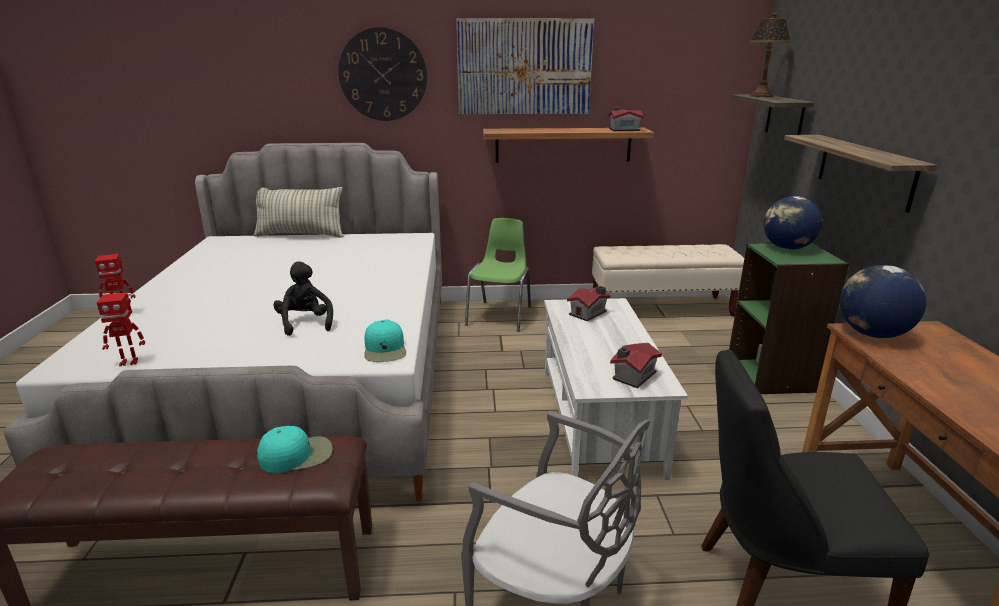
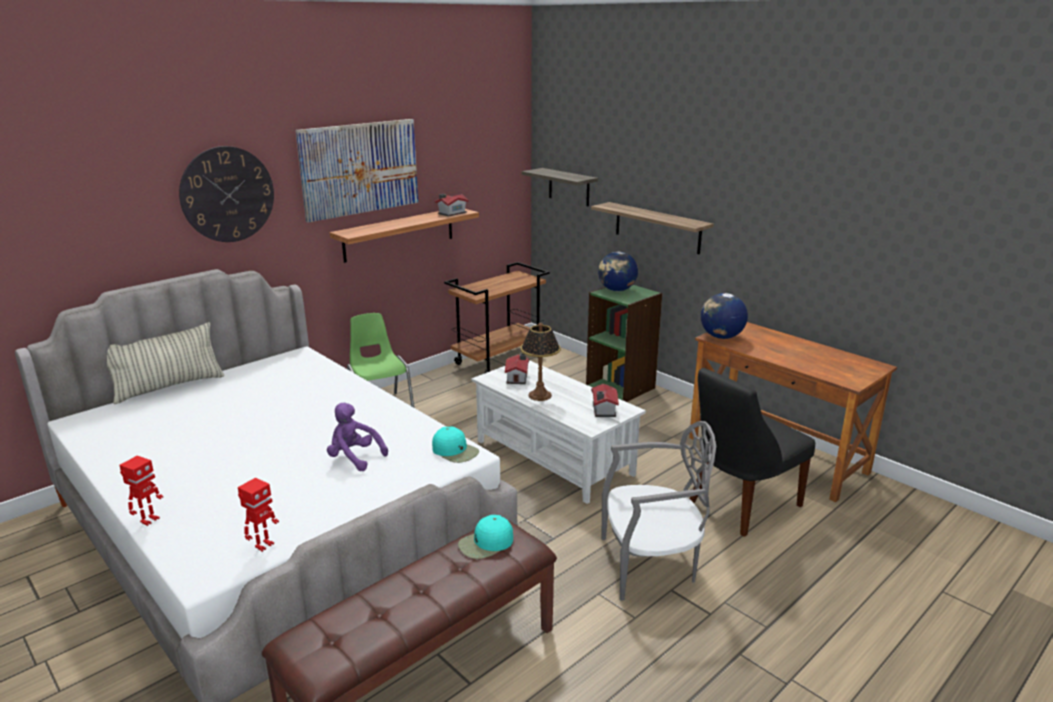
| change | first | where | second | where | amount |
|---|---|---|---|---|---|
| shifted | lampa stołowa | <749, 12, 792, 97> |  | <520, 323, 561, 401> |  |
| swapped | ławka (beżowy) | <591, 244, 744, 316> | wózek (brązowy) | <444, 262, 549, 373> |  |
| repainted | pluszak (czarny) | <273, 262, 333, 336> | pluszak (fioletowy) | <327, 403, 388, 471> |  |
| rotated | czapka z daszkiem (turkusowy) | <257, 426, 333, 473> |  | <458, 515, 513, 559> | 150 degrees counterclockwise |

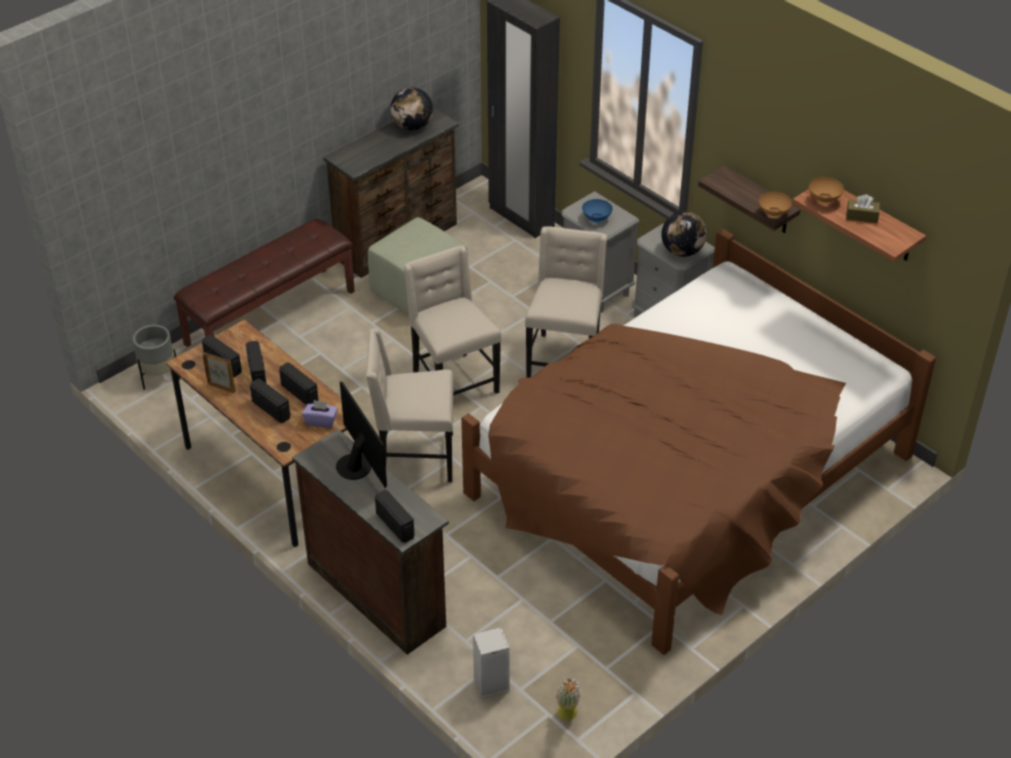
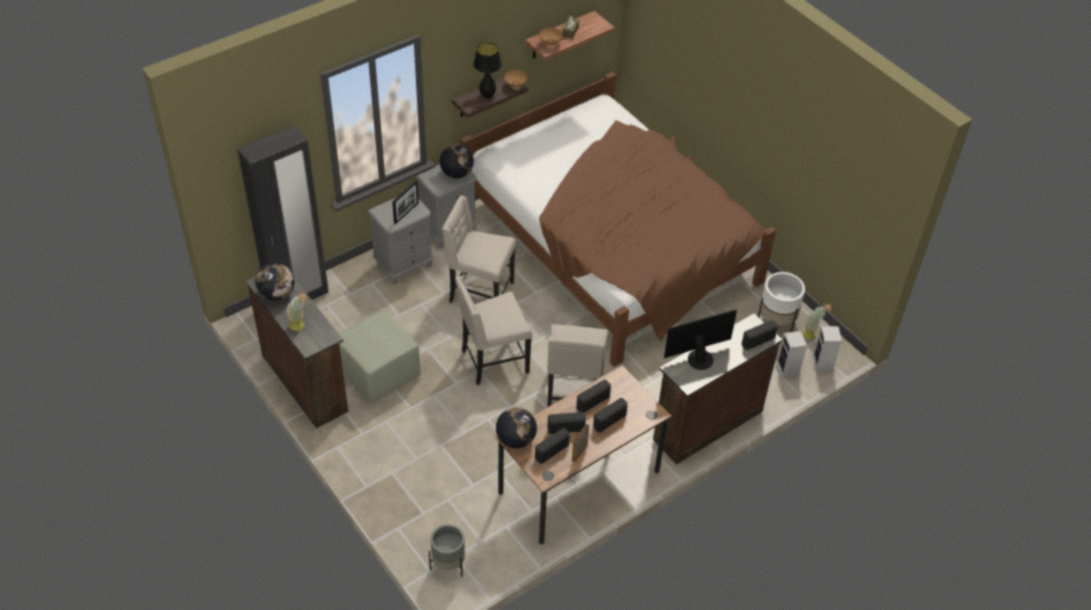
| change | first | where | second | where | amount |
|---|---|---|---|---|---|
| gone | ławka (brązowy) | <174, 219, 355, 347> |  |  |  |
| gone | pudełko chusteczek (fioletowy) | <302, 400, 338, 428> |  |  |  |
| new |  |  | roślina doniczkowa | <286, 292, 308, 331> |  |
| new |  |  | lampa stołowa (czarny) | <474, 43, 502, 98> |  |
| new |  |  | globus | <496, 407, 537, 449> |  |
| new |  |  | donica (biały) | <758, 272, 805, 332> |  |
| new |  |  | głośnik | <812, 326, 842, 371> |  |
| swapped | miska (niebieski) | <582, 199, 613, 223> | ramka na zdjęcie | <392, 180, 419, 224> |  |

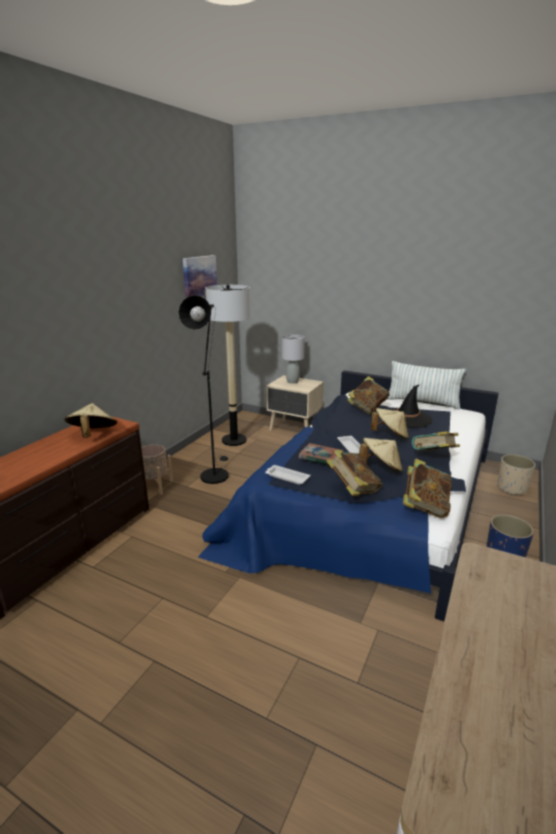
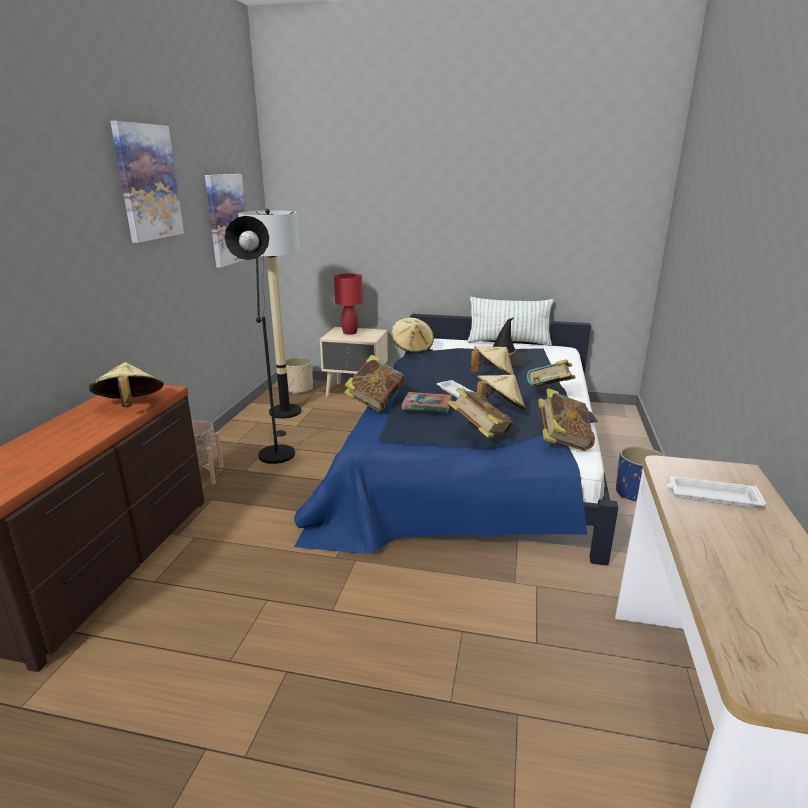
| change | first | where | second | where | amount |
|---|---|---|---|---|---|
| new |  |  | obraz | <110, 121, 184, 243> |  |
| new |  |  | kapelusz (beżowy) | <391, 318, 434, 353> |  |
| shifted | taca (biały) | <265, 465, 310, 485> |  | <667, 476, 767, 508> |  |
| shifted | książka | <347, 376, 389, 414> |  | <344, 355, 405, 412> |  |
| shifted | donica (beżowy) | <497, 454, 536, 496> |  | <286, 357, 313, 394> |  |
| repainted | lampa stołowa (szary) | <282, 334, 305, 384> | lampa stołowa (czerwony) | <334, 273, 363, 335> |  |

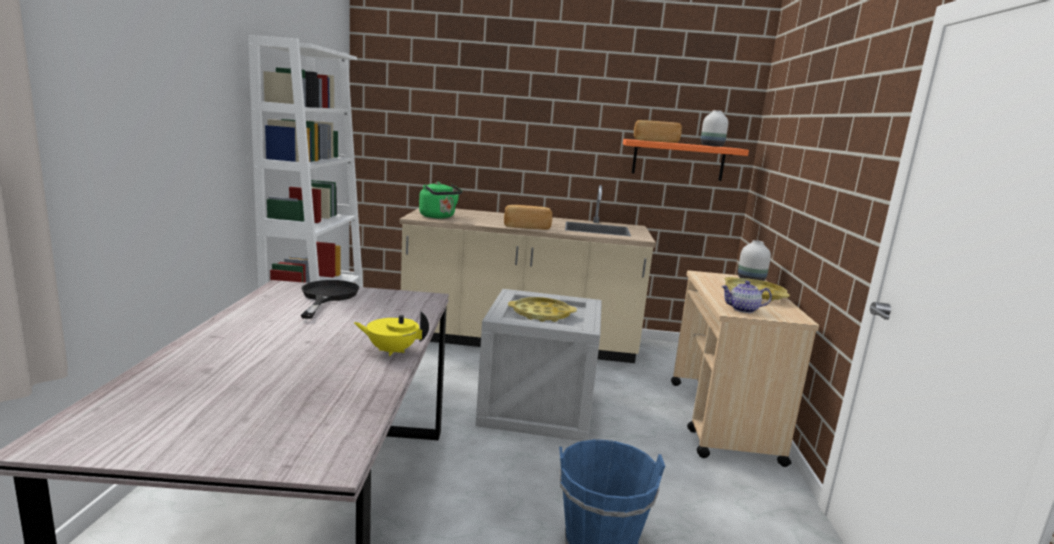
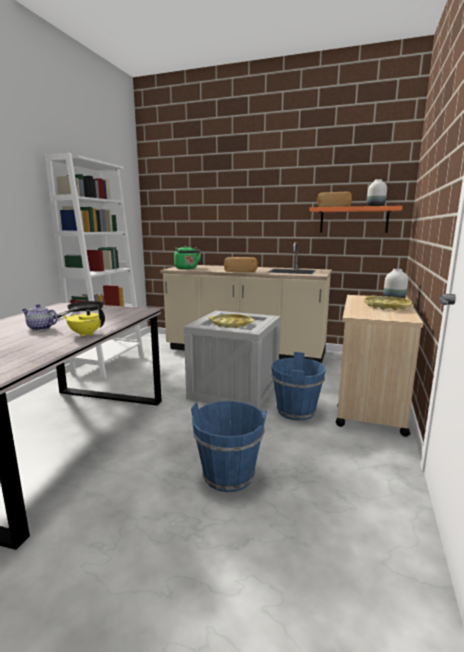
| change | first | where | second | where | amount |
|---|---|---|---|---|---|
| new |  |  | wiadro (niebieski) | <271, 352, 326, 421> |  |
| shifted | imbryk | <721, 281, 772, 313> |  | <21, 304, 58, 331> |  |

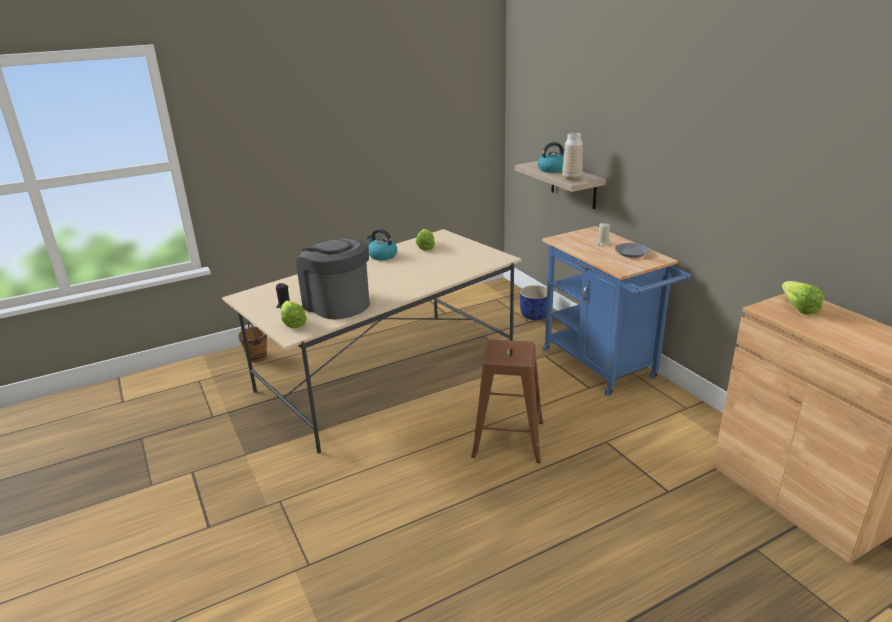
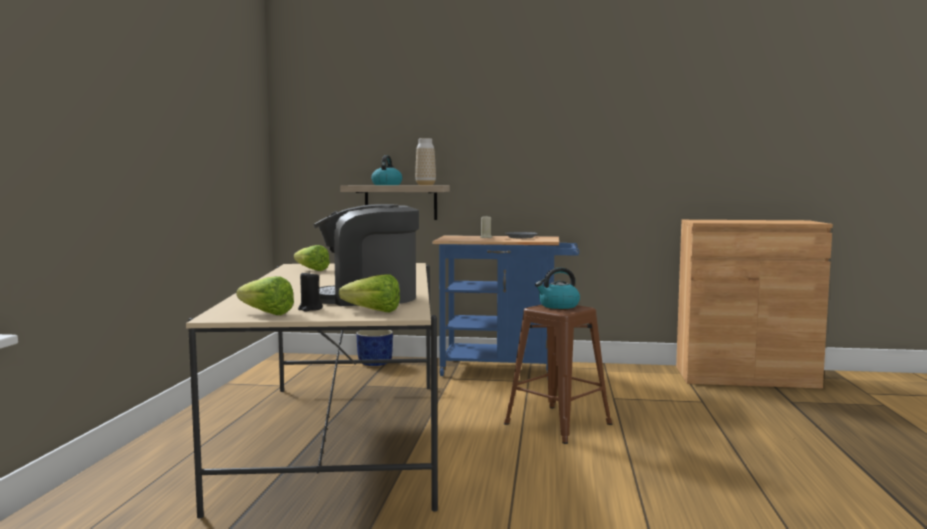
| change | first | where | second | where | amount |
|---|---|---|---|---|---|
| gone | wiadro (brązowy) | <238, 321, 267, 362> |  |  |  |
| shifted | czajnik | <366, 229, 397, 260> |  | <535, 267, 580, 309> |  |
| shifted | sałata | <782, 281, 824, 315> |  | <236, 276, 294, 315> |  |

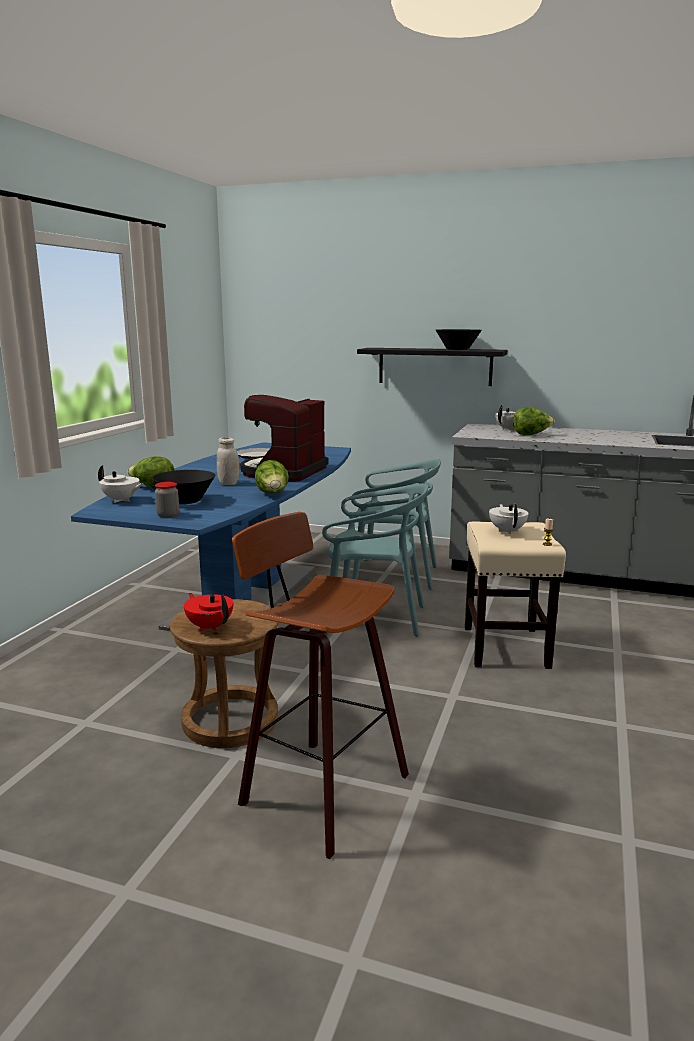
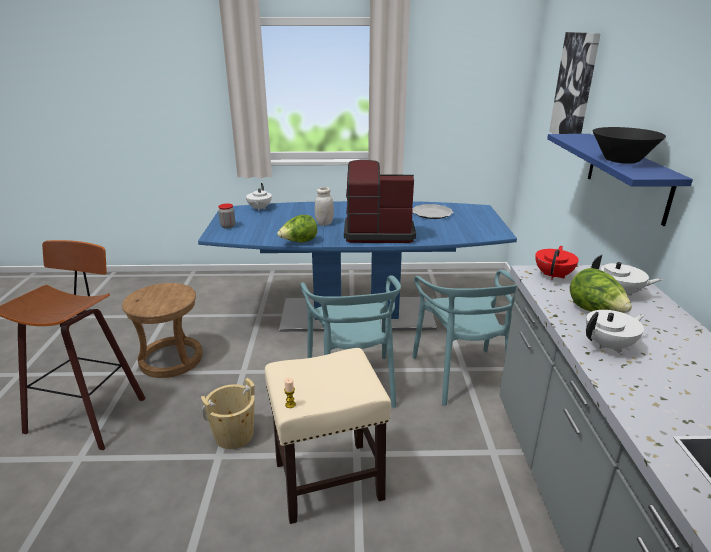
| change | first | where | second | where | amount |
|---|---|---|---|---|---|
| gone | sałata | <128, 456, 175, 489> |  |  |  |
| gone | miska (czarny) | <152, 470, 215, 504> |  |  |  |
| new |  |  | wiadro (beżowy) | <201, 378, 255, 449> |  |
| new |  |  | obraz | <549, 32, 601, 134> |  |
| shifted | imbryk (czerwony) | <184, 593, 233, 631> |  | <535, 246, 579, 280> |  |
| shifted | imbryk (biały) | <489, 504, 529, 534> |  | <586, 310, 645, 353> |  |
| repainted | półka (czarny) | <357, 348, 507, 386> | półka (niebieski) | <547, 134, 693, 226> |  |

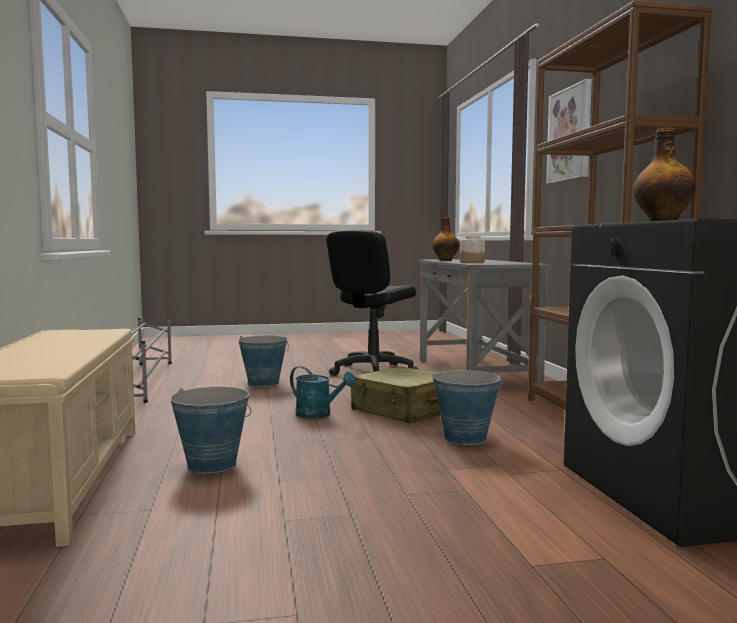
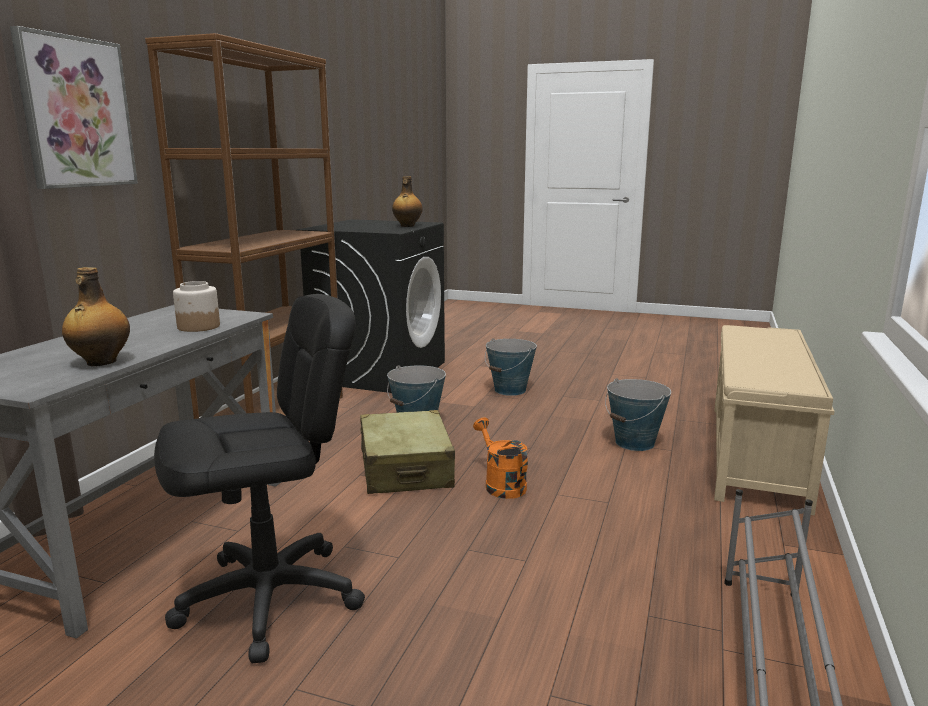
| change | first | where | second | where | amount |
|---|---|---|---|---|---|
| shifted | wiadro | <238, 335, 289, 387> |  | <485, 338, 537, 396> |  |
| repainted | konewka (turkusowy) | <290, 366, 356, 419> | konewka (pomarańczowy) | <473, 417, 528, 499> |  |

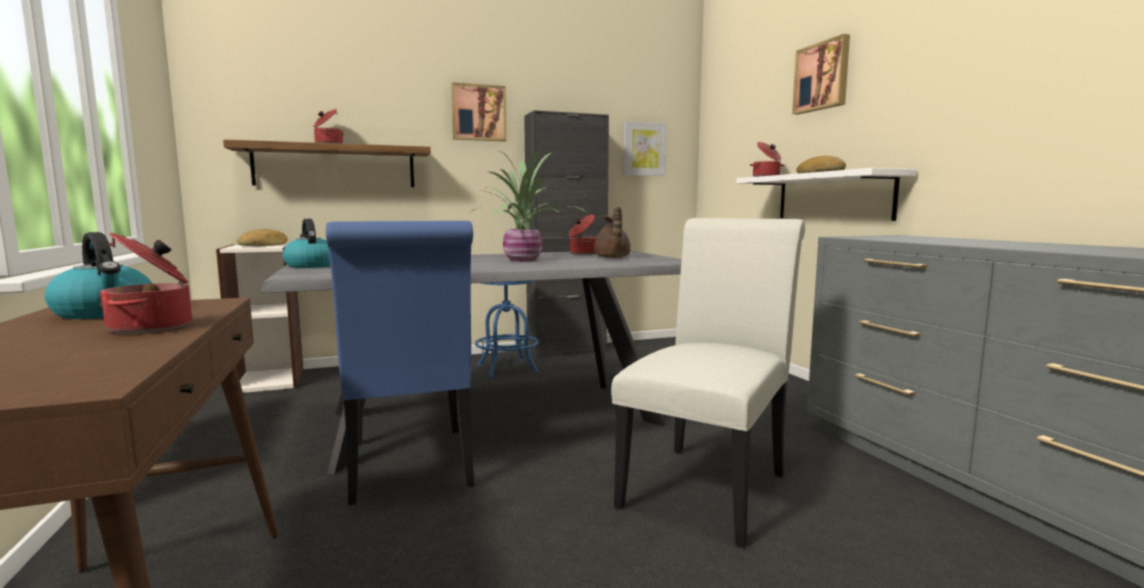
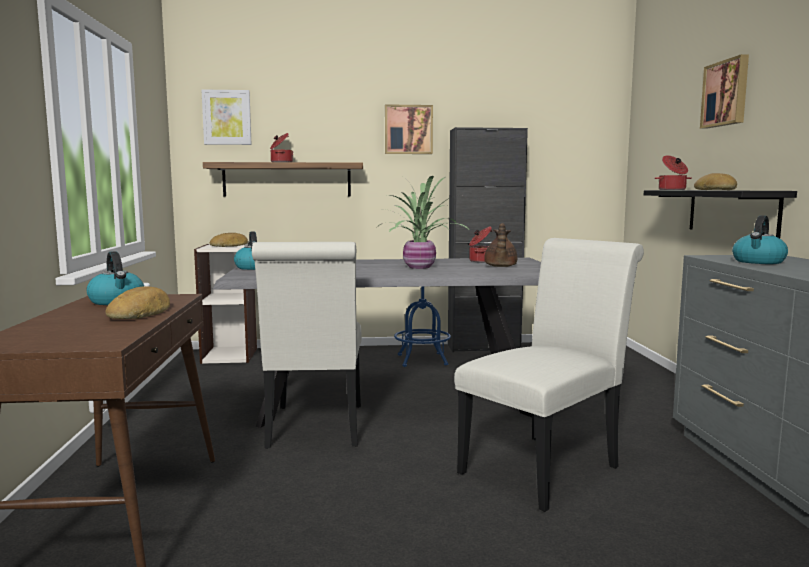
| change | first | where | second | where | amount |
|---|---|---|---|---|---|
| new |  |  | czajnik | <732, 215, 788, 264> |  |
| shifted | obraz | <624, 121, 666, 176> |  | <201, 90, 252, 145> |  |
| swapped | garnek | <99, 232, 192, 334> | chleb | <105, 286, 170, 319> |  |
| repainted | krzesło (niebieski) | <326, 221, 475, 505> | krzesło (biały) | <252, 242, 362, 449> |  |
| repainted | półka (biały) | <736, 168, 917, 221> | półka (czarny) | <644, 190, 797, 238> |  |

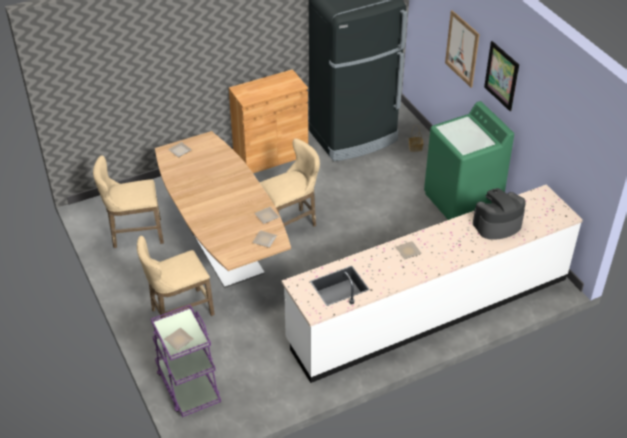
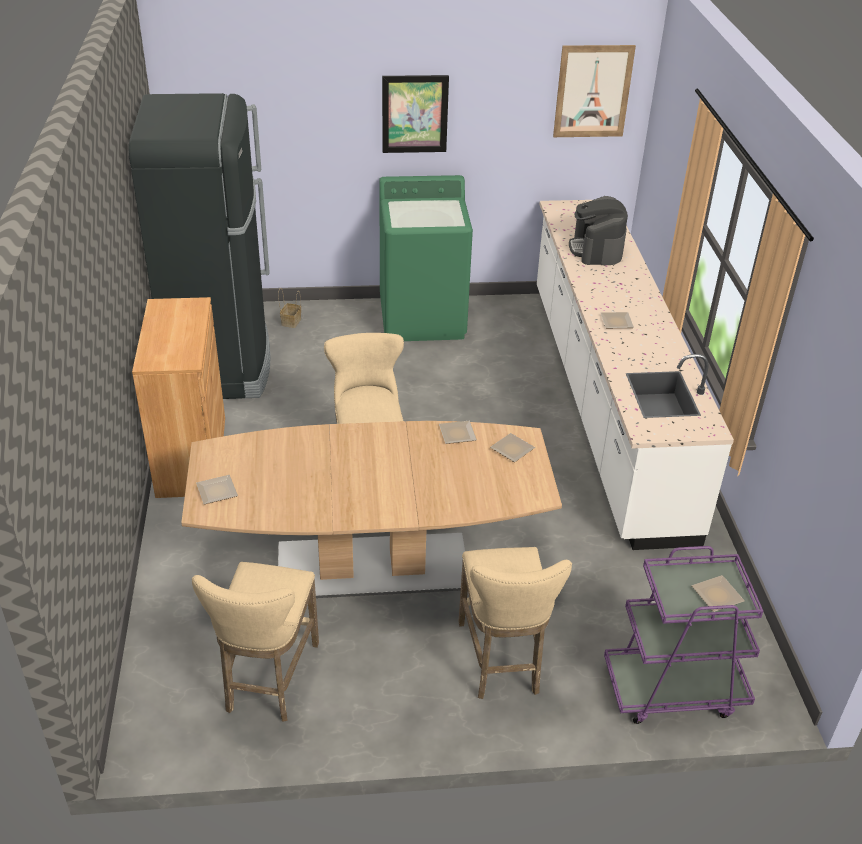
| change | first | where | second | where | amount |
|---|---|---|---|---|---|
| shifted | obraz | <445, 10, 480, 88> |  | <553, 45, 636, 137> |  |

